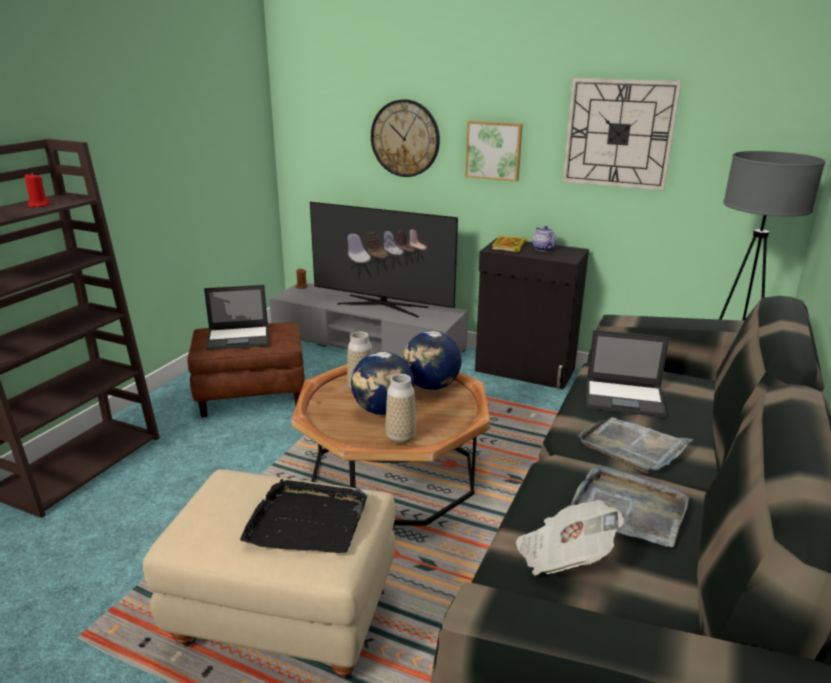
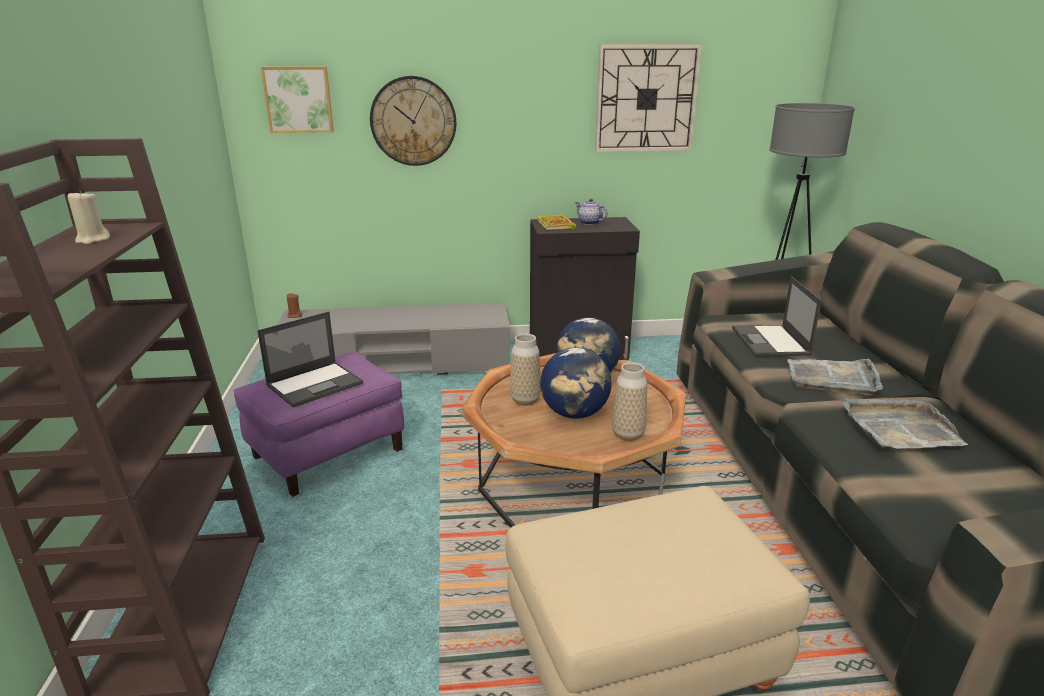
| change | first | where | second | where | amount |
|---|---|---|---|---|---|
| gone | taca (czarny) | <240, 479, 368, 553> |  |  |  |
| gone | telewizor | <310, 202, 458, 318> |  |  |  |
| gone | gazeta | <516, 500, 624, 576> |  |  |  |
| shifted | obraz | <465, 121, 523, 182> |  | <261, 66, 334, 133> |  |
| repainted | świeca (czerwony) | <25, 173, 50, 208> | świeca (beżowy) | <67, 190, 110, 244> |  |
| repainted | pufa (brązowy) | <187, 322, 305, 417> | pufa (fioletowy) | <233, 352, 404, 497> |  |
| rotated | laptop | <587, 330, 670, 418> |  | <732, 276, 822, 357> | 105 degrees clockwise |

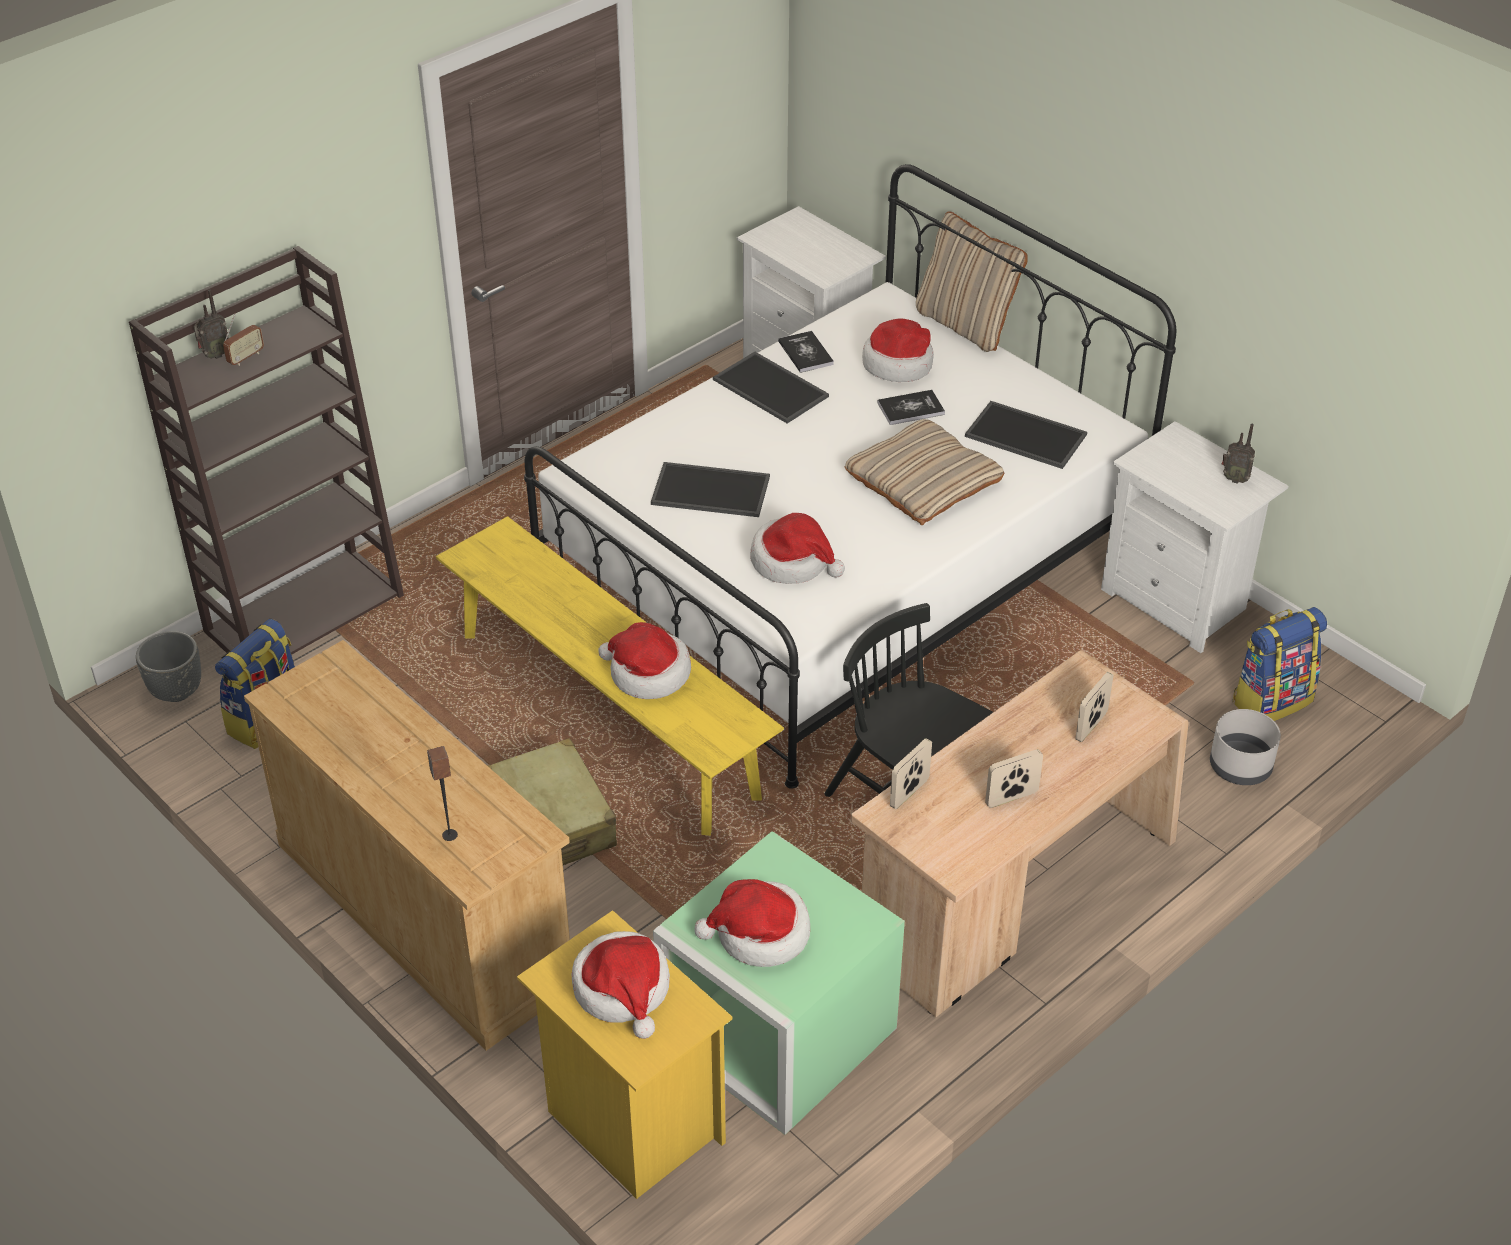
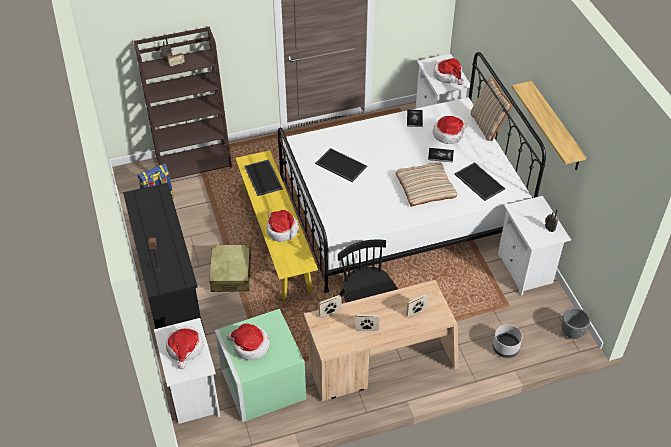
| change | first | where | second | where | amount |
|---|---|---|---|---|---|
| gone | plecak | <1233, 607, 1327, 721> |  |  |  |
| new |  |  | półka | <512, 81, 587, 170> |  |
| shifted | donica (szary) | <136, 631, 201, 702> |  | <562, 308, 590, 339> |  |
| shifted | taca | <713, 352, 829, 424> |  | <244, 159, 283, 196> |  |
| shifted | kapelusz | <750, 513, 845, 584> |  | <433, 58, 464, 85> |  |
| repainted | komoda (beżowy) | <244, 640, 570, 1051> | komoda (czarny) | <123, 183, 206, 337> |  |
| repainted | szafka nocna (żółty) | <517, 910, 733, 1199> | szafka nocna (biały) | <154, 318, 221, 424> |  |

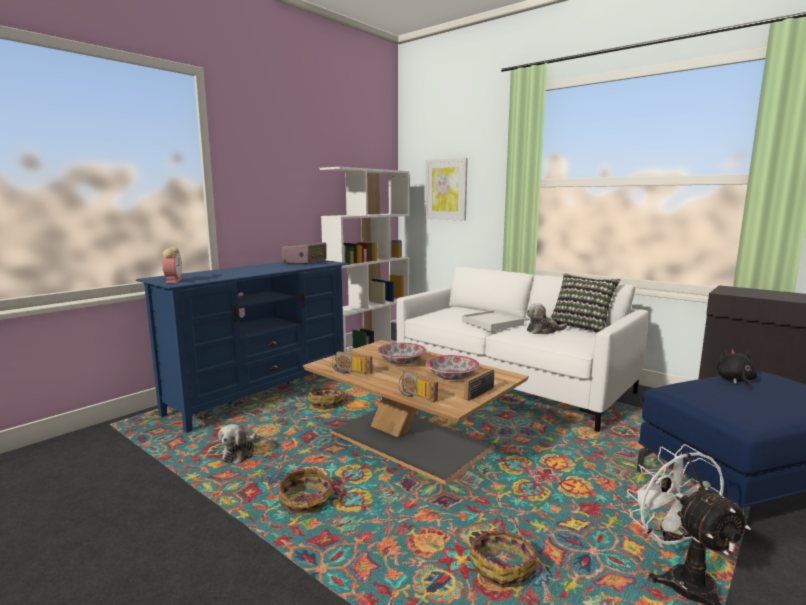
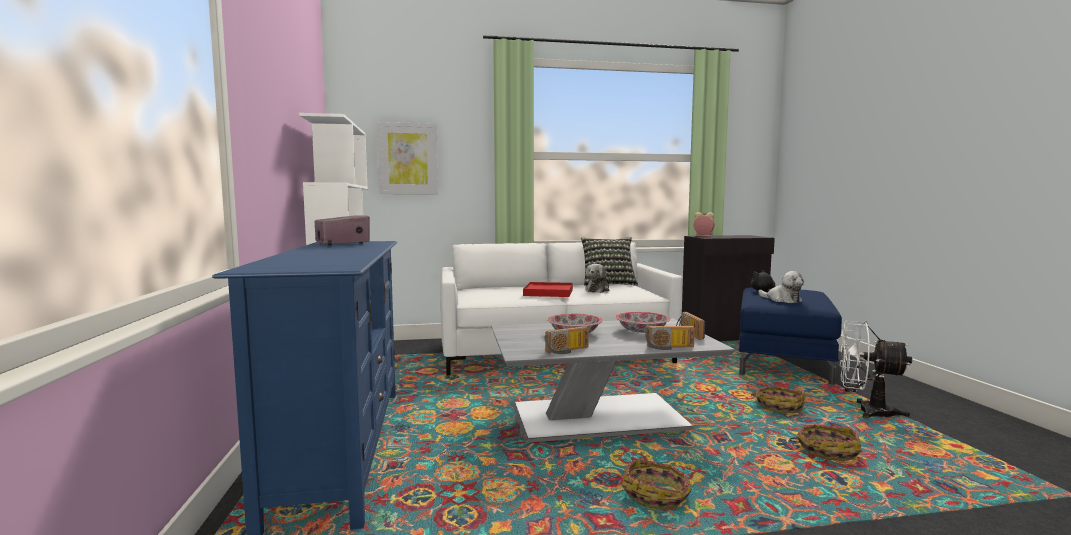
| change | first | where | second | where | amount |
|---|---|---|---|---|---|
| shifted | budzik | <162, 247, 182, 283> |  | <694, 212, 715, 237> |  |
| shifted | pluszak | <218, 424, 257, 464> |  | <758, 271, 804, 303> |  |
| shifted | koszyk | <308, 387, 346, 409> |  | <751, 386, 805, 413> |  |
| repainted | ława (brązowy) | <303, 340, 529, 484> | ława (szary) | <491, 318, 735, 443> |  |
| repainted | taca (biały) | <462, 310, 524, 331> | taca (czerwony) | <523, 282, 573, 297> |  |

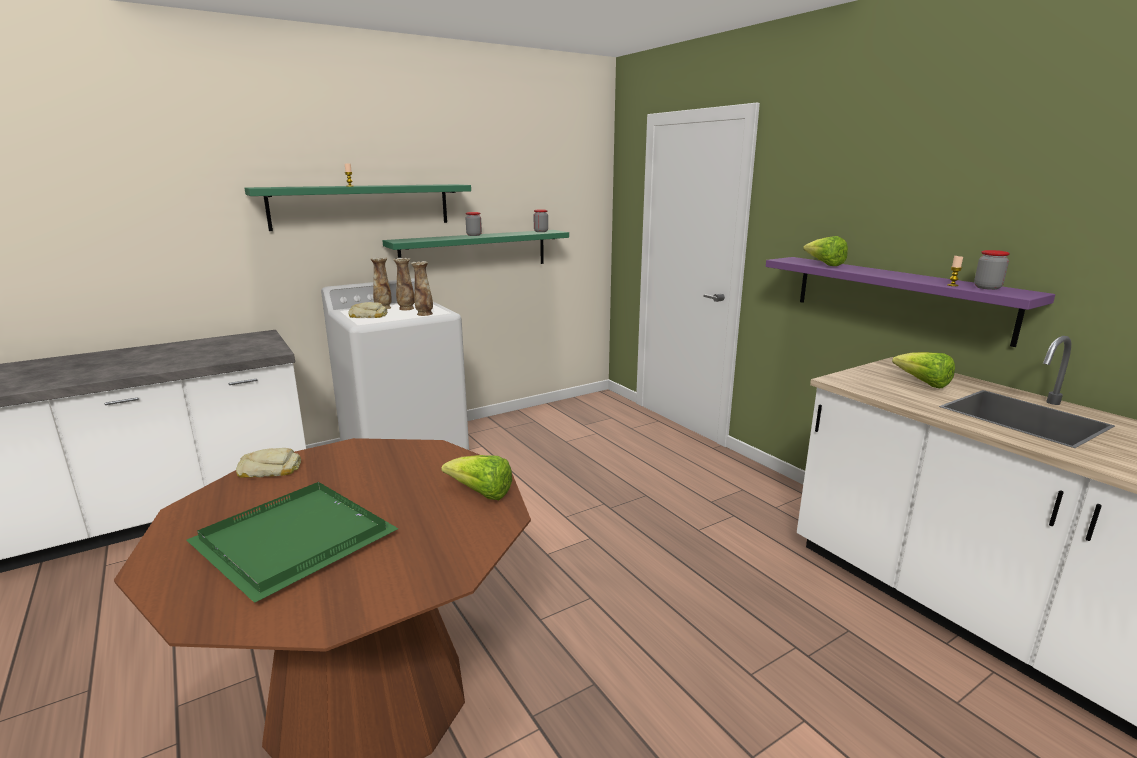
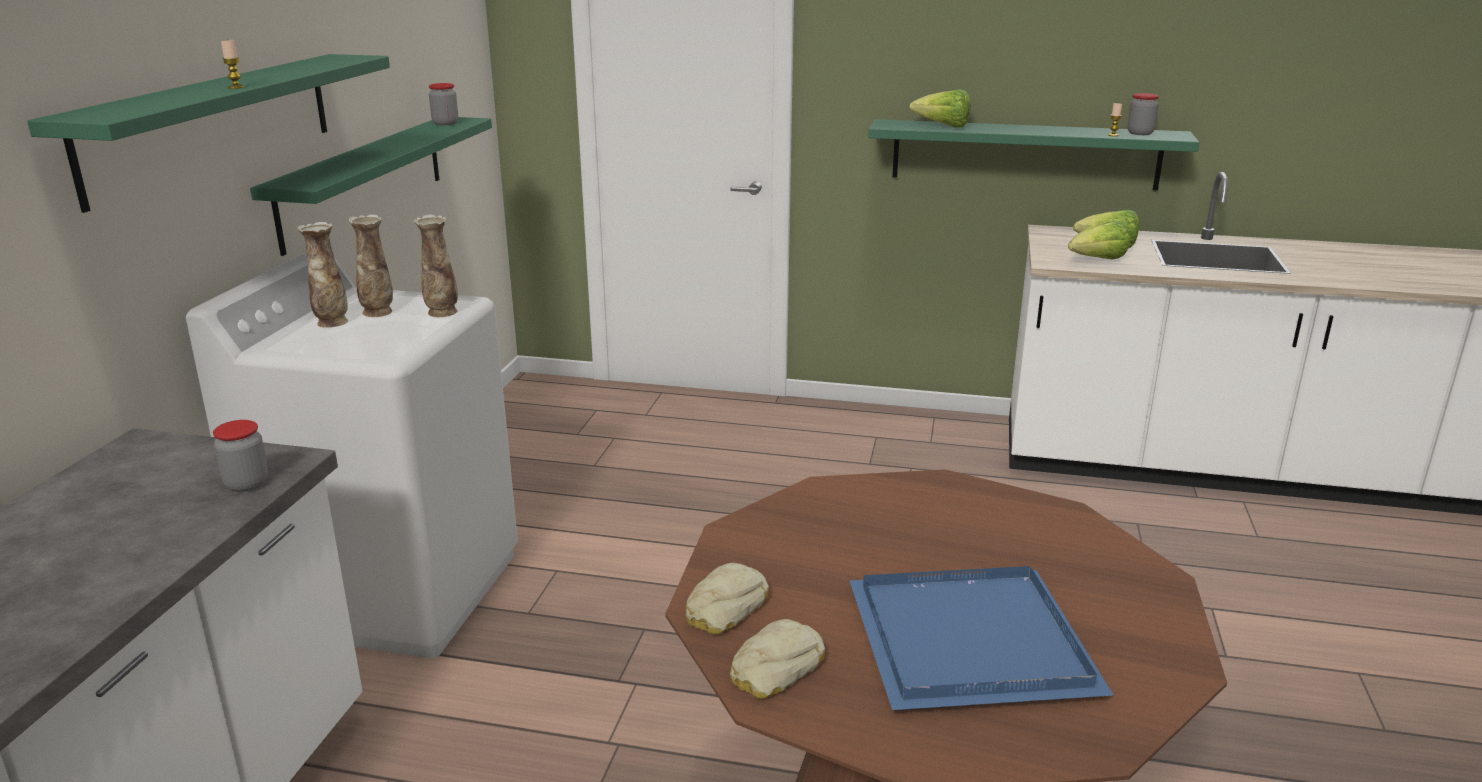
| change | first | where | second | where | amount |
|---|---|---|---|---|---|
| shifted | chleb | <349, 302, 387, 318> |  | <730, 619, 825, 699> |  |
| shifted | sałata | <441, 455, 512, 500> |  | <1068, 220, 1130, 260> |  |
| shifted | słoik | <466, 212, 482, 236> |  | <213, 420, 268, 492> |  |
| repainted | taca (zielony) | <186, 482, 399, 603> | taca (niebieski) | <849, 566, 1113, 710> |  |
| repainted | półka (fioletowy) | <766, 257, 1055, 347> | półka (zielony) | <868, 119, 1200, 190> |  |

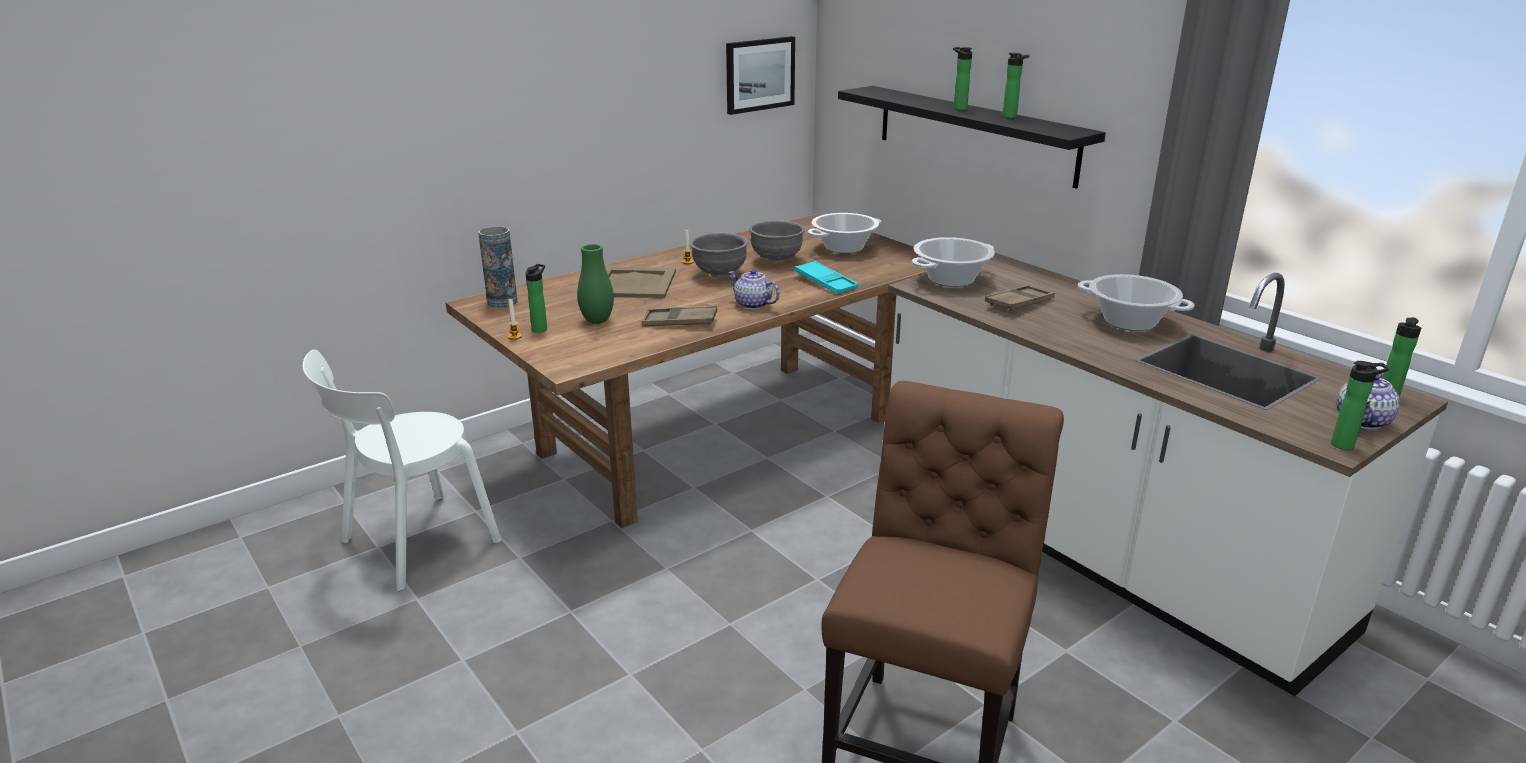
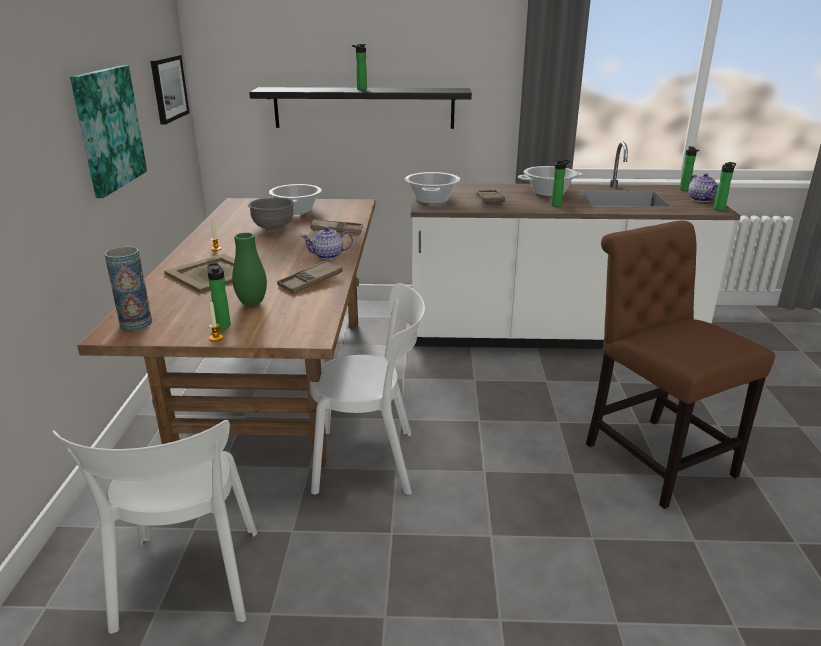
| change | first | where | second | where | amount |
|---|---|---|---|---|---|
| gone | miska (szary) | <690, 233, 748, 277> |  |  |  |
| new |  |  | obraz | <70, 65, 147, 198> |  |
| new |  |  | krzesło (biały) | <310, 283, 425, 495> |  |
| shifted | butelka | <1002, 53, 1030, 118> |  | <551, 159, 570, 207> |  |
| repainted | taca (turkusowy) | <794, 261, 858, 294> | taca (brązowy) | <310, 219, 363, 234> |  |

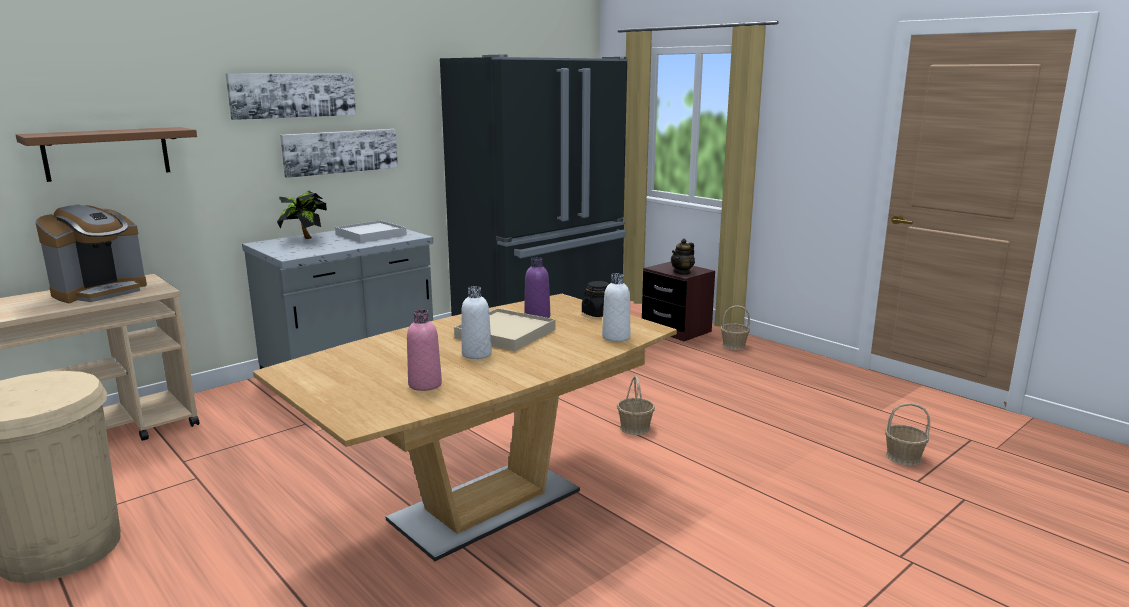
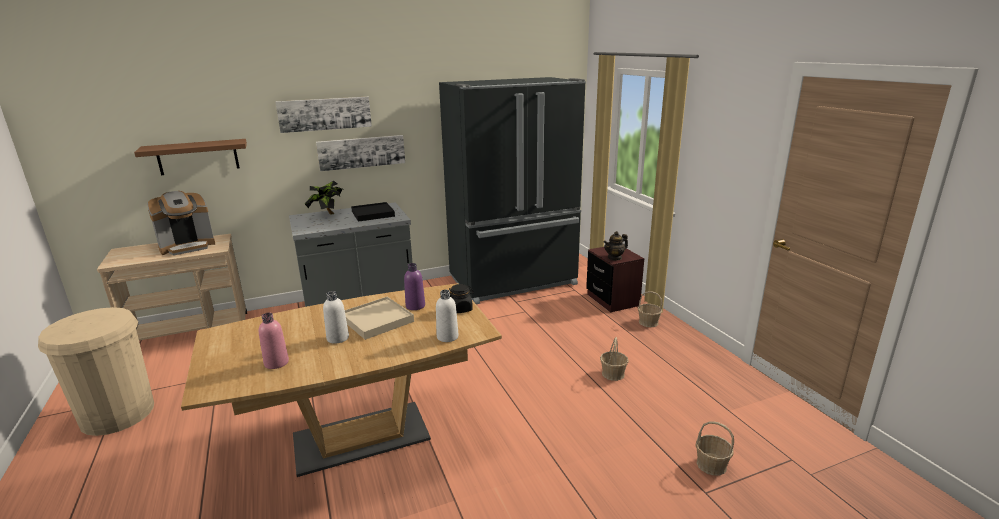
| change | first | where | second | where | amount |
|---|---|---|---|---|---|
| shifted | koszyk | <617, 376, 655, 435> |  | <600, 337, 629, 381> |  |
| repainted | taca (biały) | <335, 220, 407, 243> | taca (czarny) | <351, 202, 395, 222> |  |

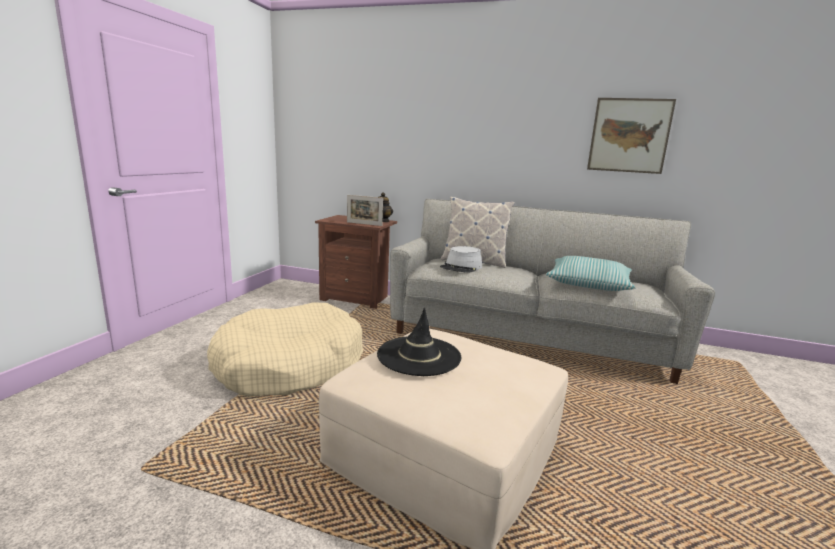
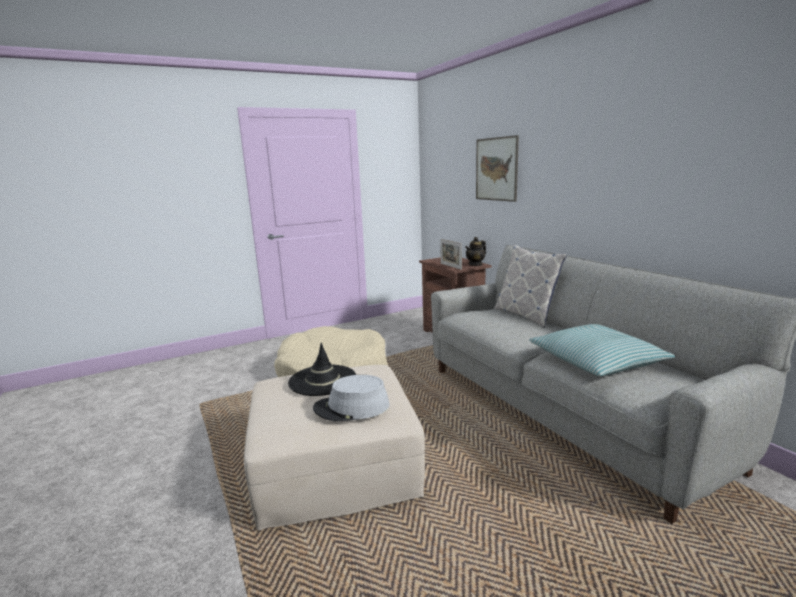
| change | first | where | second | where | amount |
|---|---|---|---|---|---|
| shifted | kapelusz (szary) | <440, 246, 482, 273> |  | <313, 375, 390, 421> |  |
| shifted | obraz | <587, 98, 676, 174> |  | <476, 135, 519, 202> |  |

